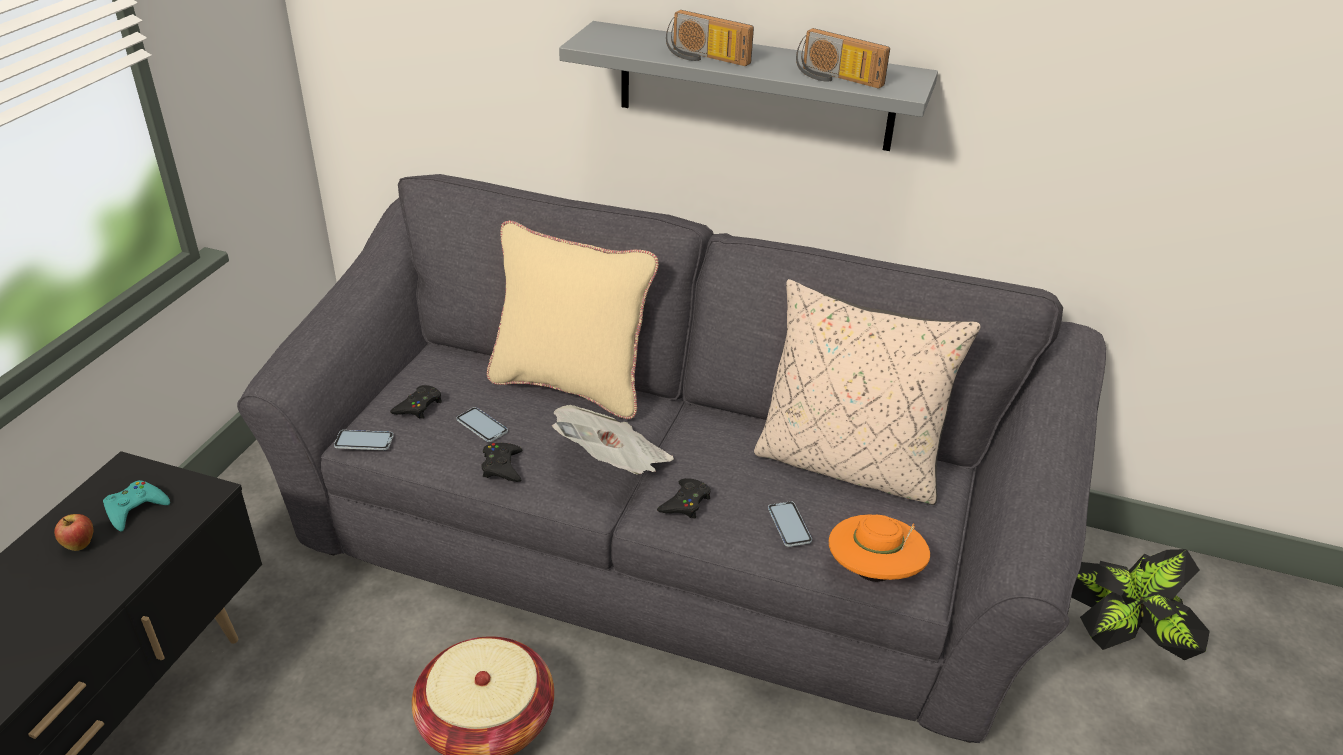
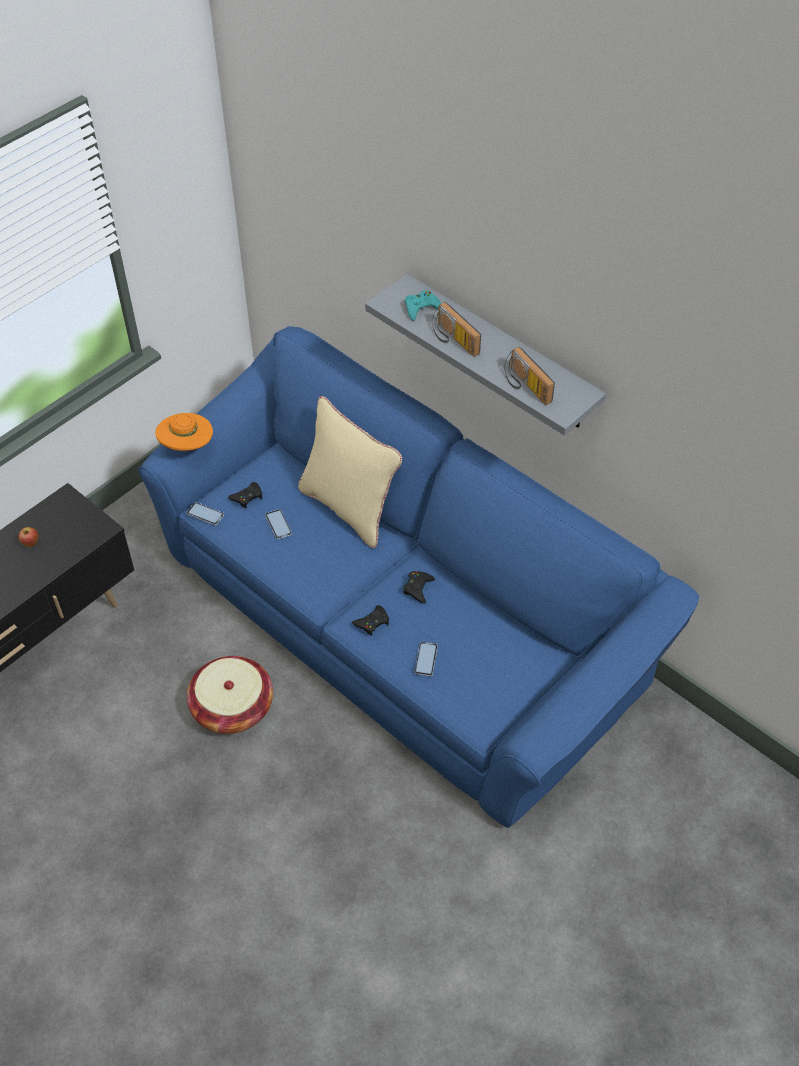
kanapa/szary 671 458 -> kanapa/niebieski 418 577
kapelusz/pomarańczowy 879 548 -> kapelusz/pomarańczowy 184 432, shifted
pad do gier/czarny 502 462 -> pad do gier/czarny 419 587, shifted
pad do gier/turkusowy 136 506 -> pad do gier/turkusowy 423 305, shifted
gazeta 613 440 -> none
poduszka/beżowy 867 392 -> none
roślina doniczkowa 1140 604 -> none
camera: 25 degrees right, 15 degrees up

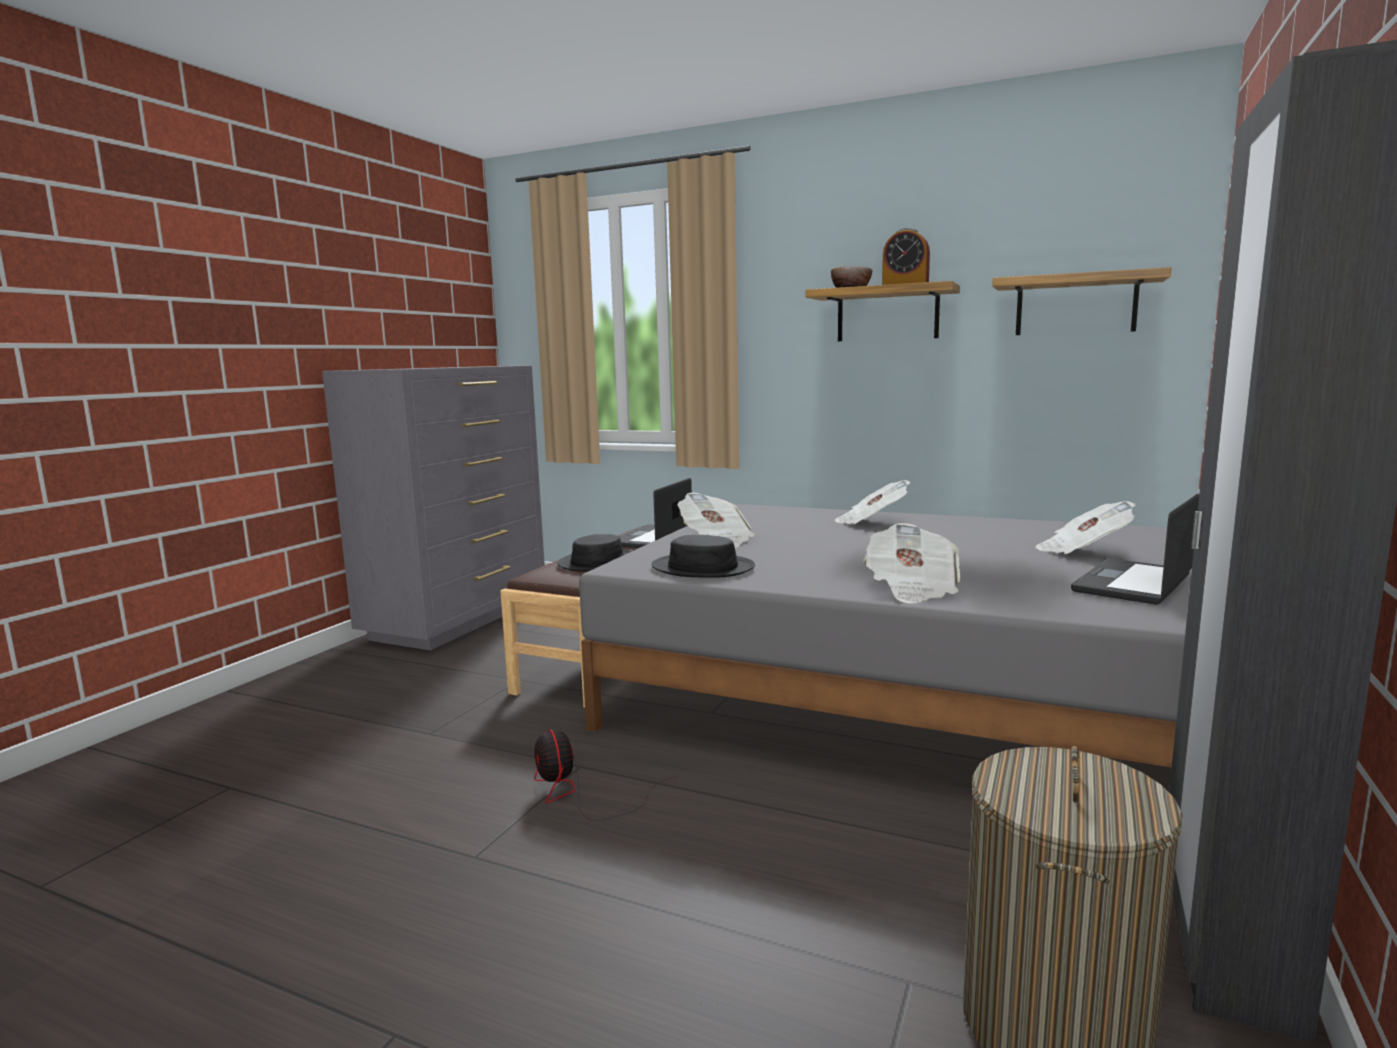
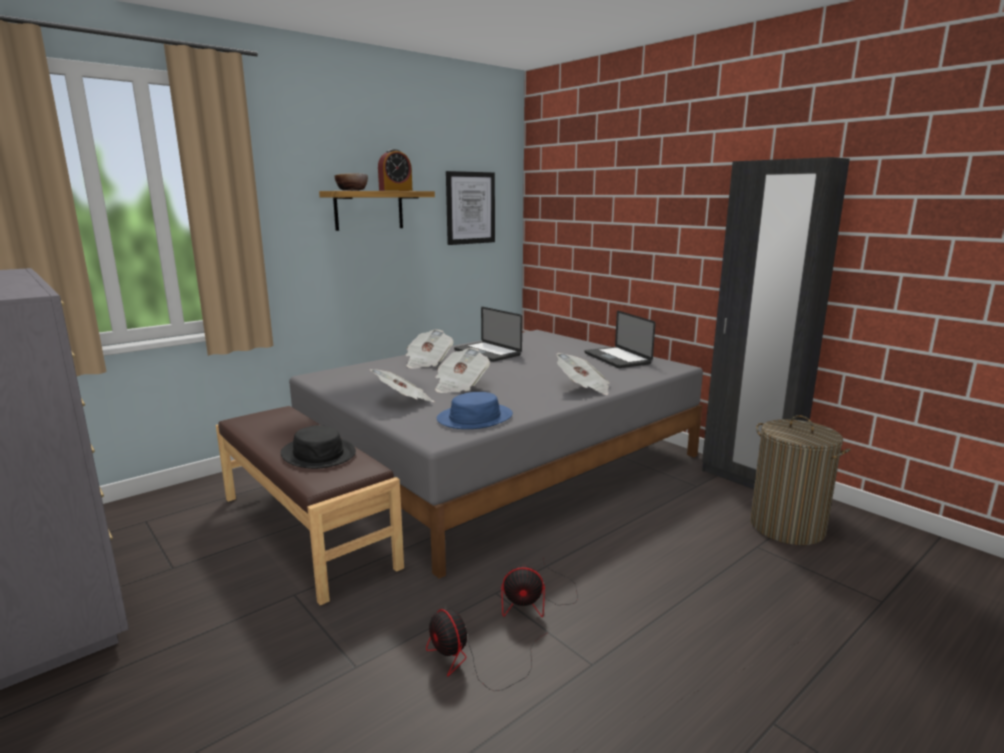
none -> wentylator 487 650
gazeta 1086 527 -> gazeta 462 370, shifted
kapelusz/czarny 703 556 -> kapelusz/niebieski 475 410
półka 1081 301 -> obraz 470 208
laptop 655 513 -> laptop 488 334, shifted
camera: 65 degrees left, 5 degrees up

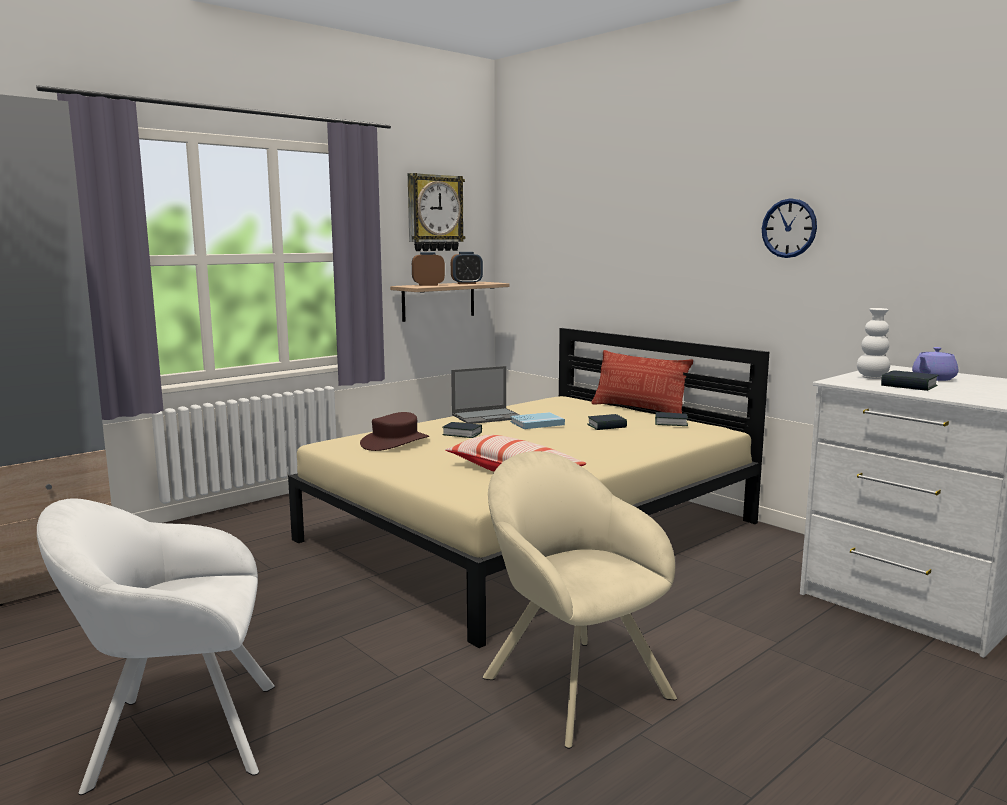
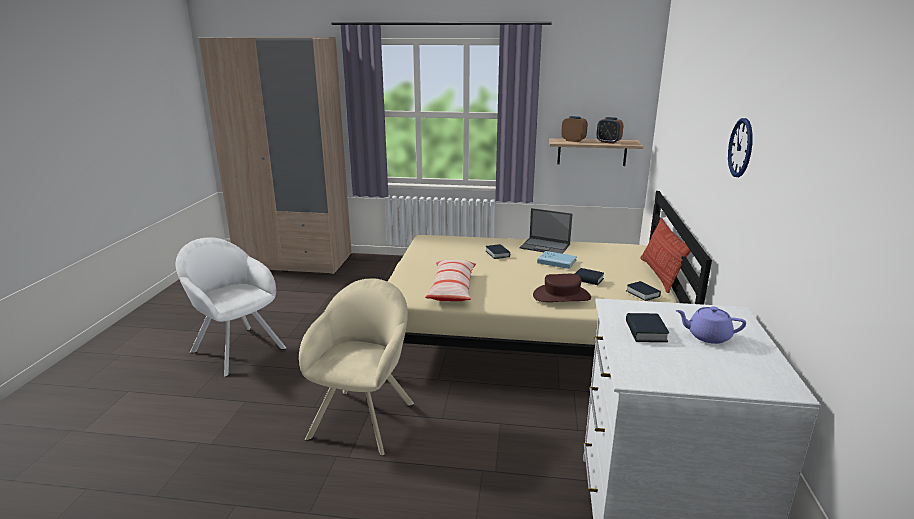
kapelusz/brązowy 394 431 -> kapelusz/brązowy 562 288, shifted
zegar ścienny 436 212 -> none
wazon/biały 873 343 -> none
camera: 50 degrees right, 10 degrees up

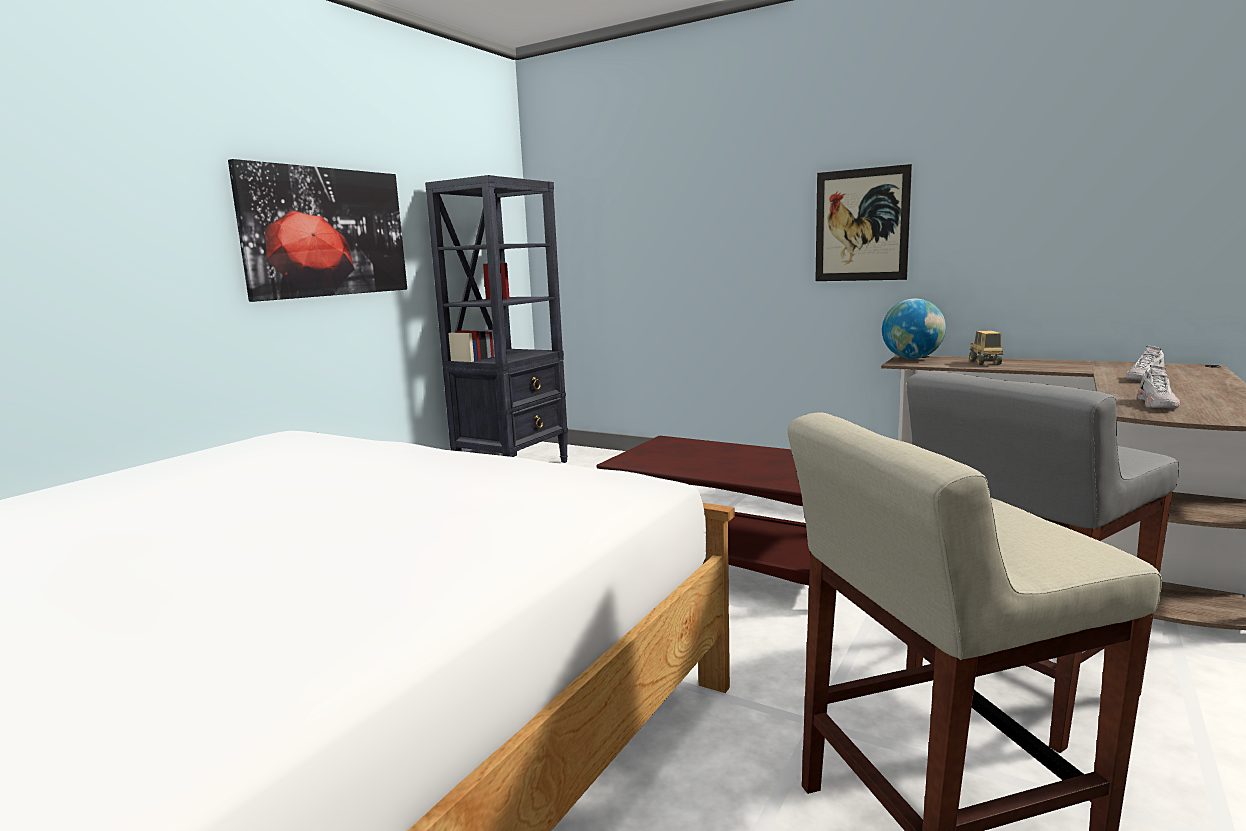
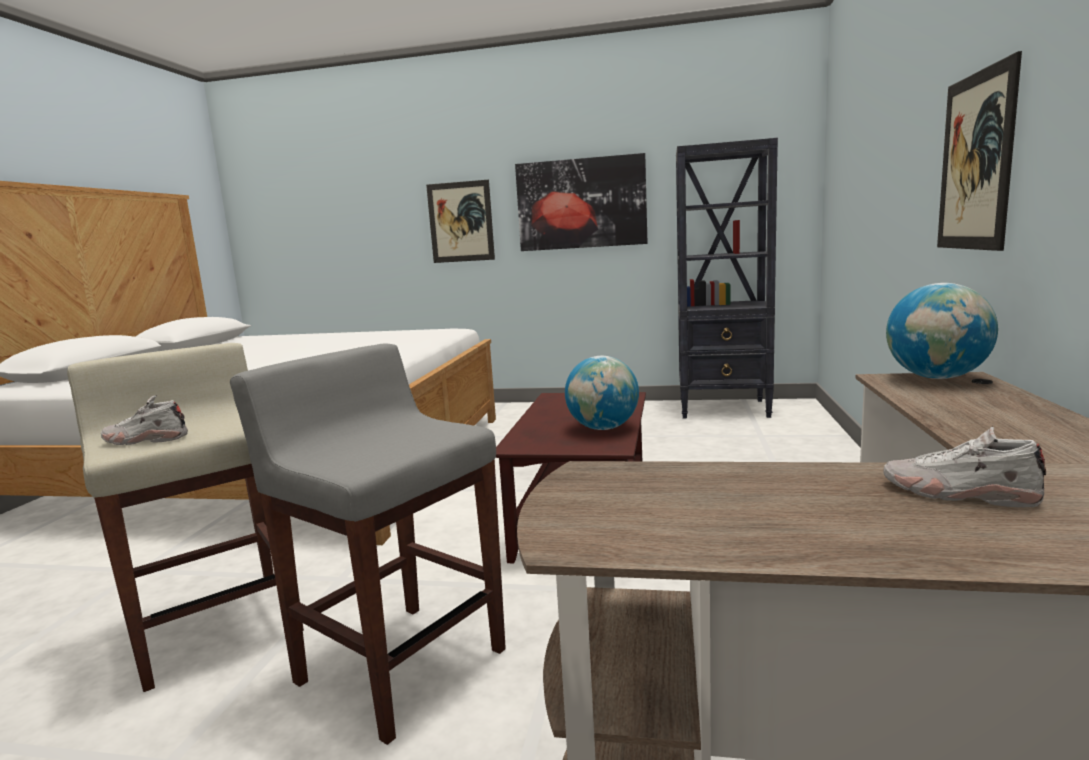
but/biały 1159 386 -> but/biały 144 420, shifted
none -> obraz 460 221
none -> globus 602 393
ciężarówka zabawkowa 986 348 -> none
camera: 70 degrees right, 0 degrees up

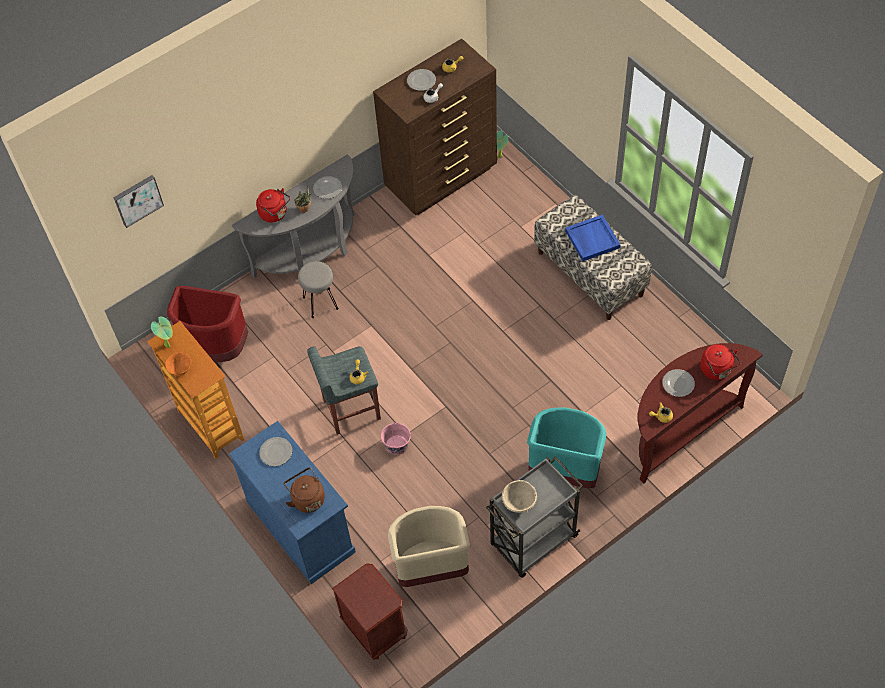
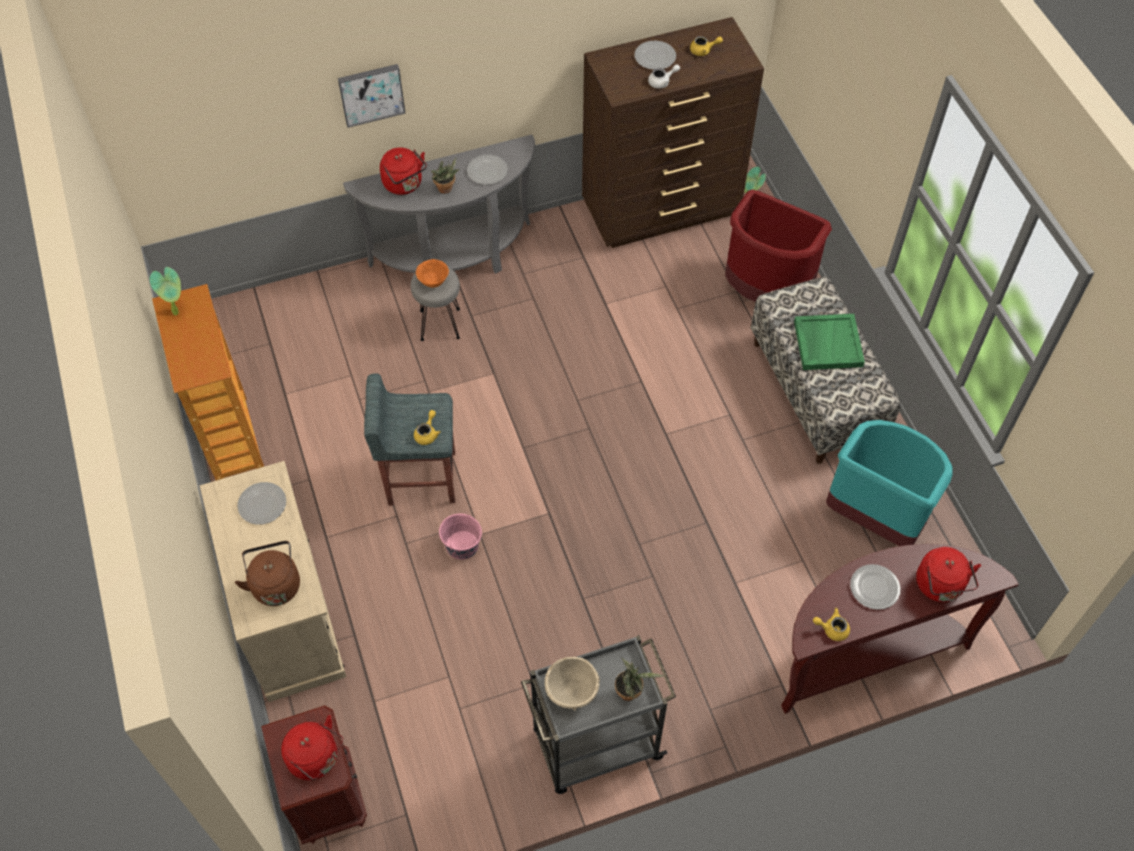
szafka/niebieski 292 502 -> szafka/beżowy 272 581
none -> czajnik/czerwony 312 747
obraz 138 201 -> obraz 371 96, shifted
miska/pomarańczowy 178 364 -> miska/pomarańczowy 432 273, shifted
none -> roślina doniczkowa 639 679
kosz na śmieci/czerwony 207 324 -> kosz na śmieci/czerwony 778 246, shifted
taca/niebieski 593 238 -> taca/zielony 829 342
kosz na śmieci/turkusowy 566 448 -> kosz na śmieci/turkusowy 889 483, shifted
kosz na śmieci/beżowy 429 546 -> none
camera: 15 degrees right, 0 degrees up

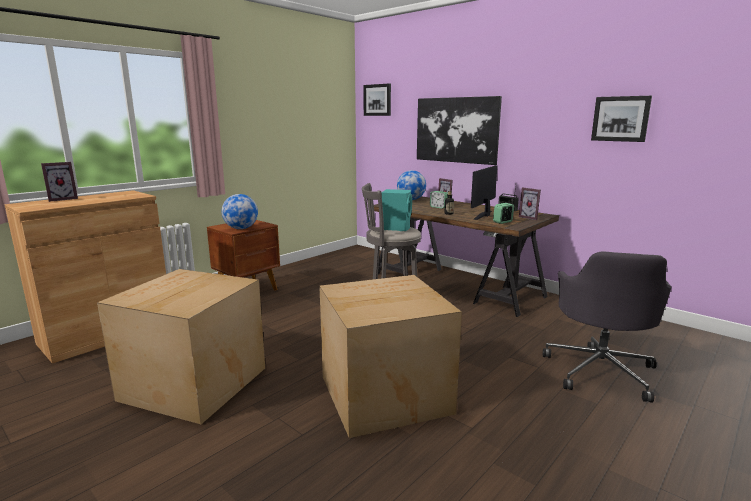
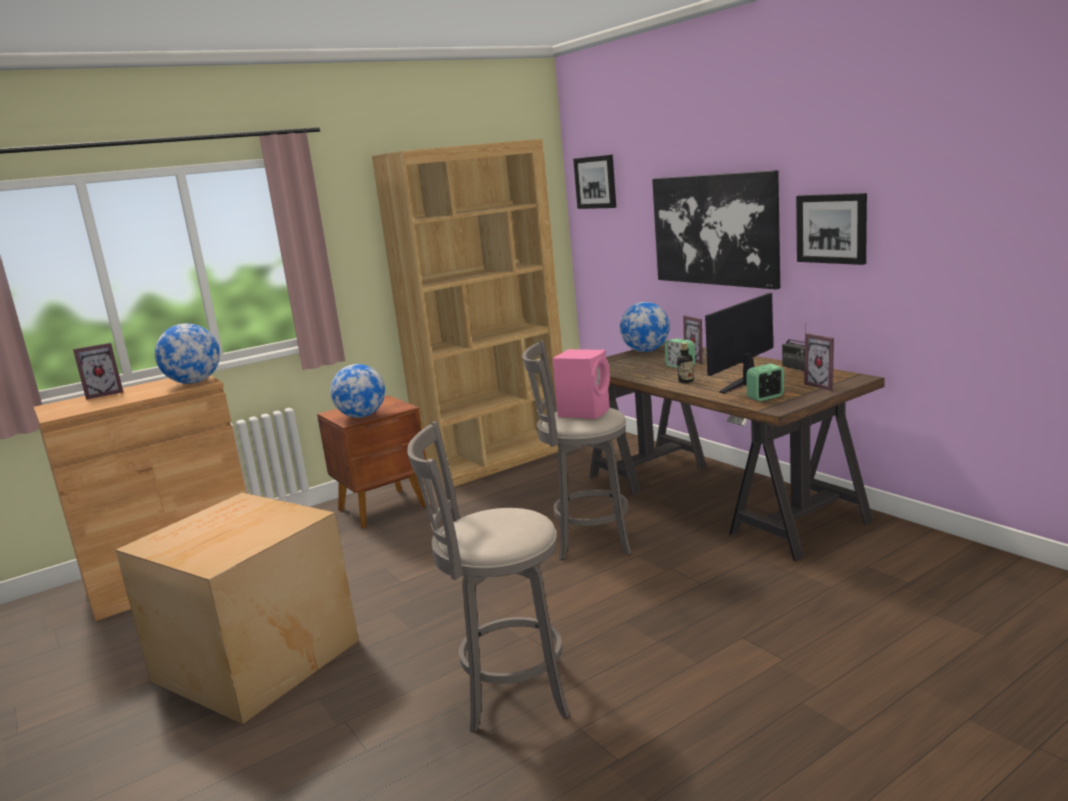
none -> globus 187 353
none -> regał/brązowy 467 313
karton 390 356 -> stołek/szary 488 576
głośnik/turkusowy 396 210 -> głośnik/różowy 581 384
obraz 621 119 -> obraz 831 229, shifted
krzesło biurowe/szary 607 327 -> none
camera: 15 degrees right, 0 degrees up

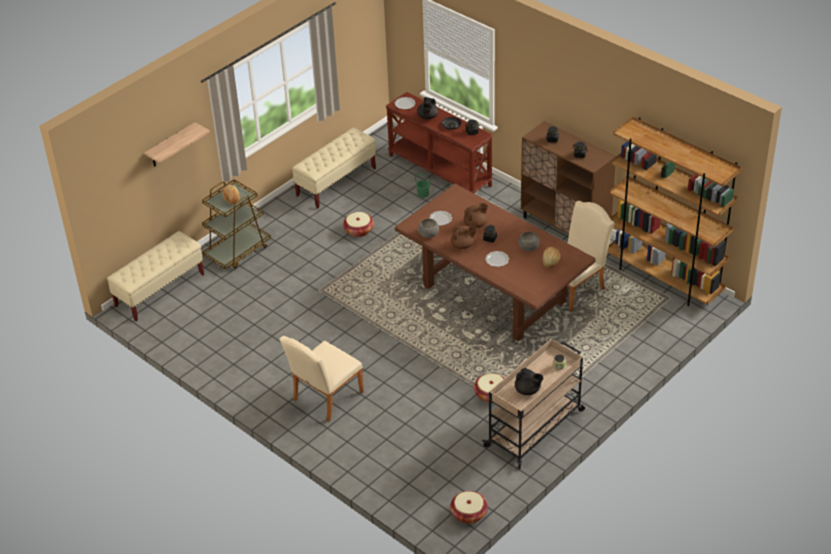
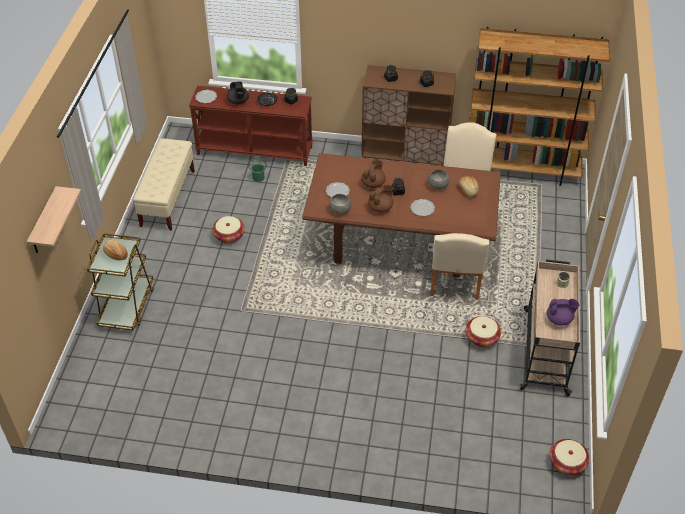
krzesło/beżowy 321 379 -> krzesło/beżowy 460 266, shifted
imbryk/czarny 529 381 -> imbryk/fioletowy 563 312
ławka/beżowy 155 276 -> none
camera: 35 degrees left, 5 degrees up

